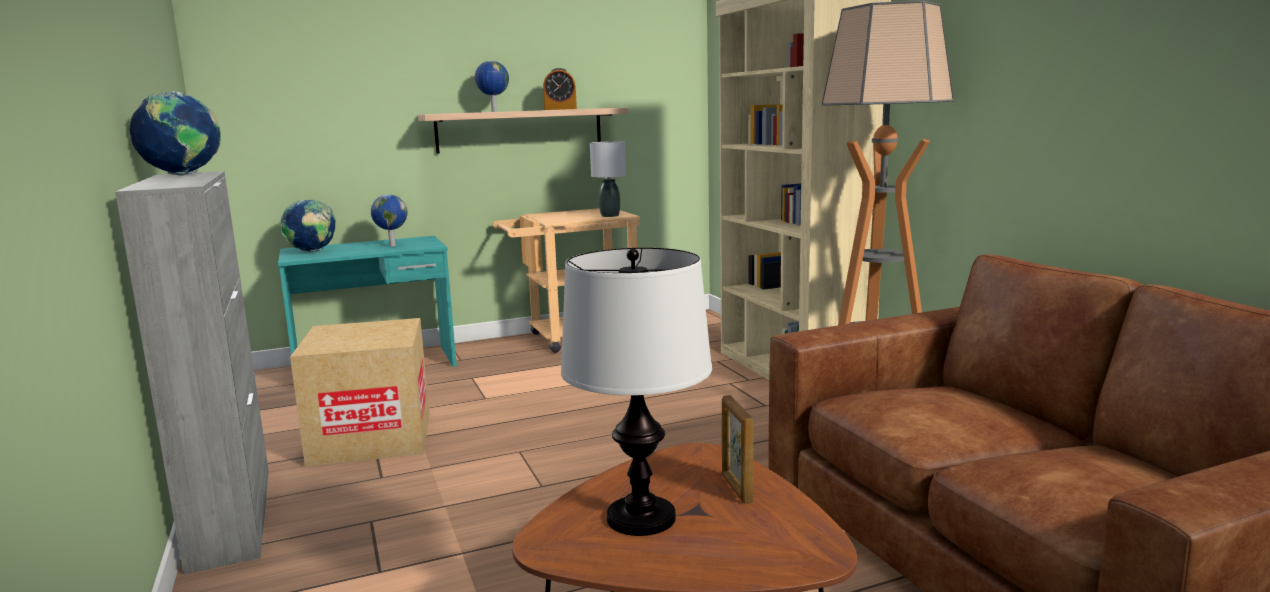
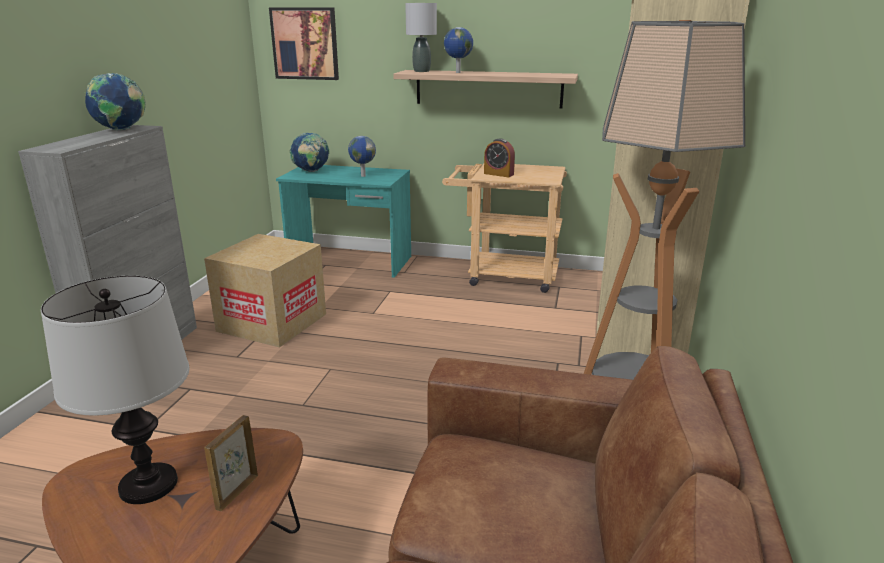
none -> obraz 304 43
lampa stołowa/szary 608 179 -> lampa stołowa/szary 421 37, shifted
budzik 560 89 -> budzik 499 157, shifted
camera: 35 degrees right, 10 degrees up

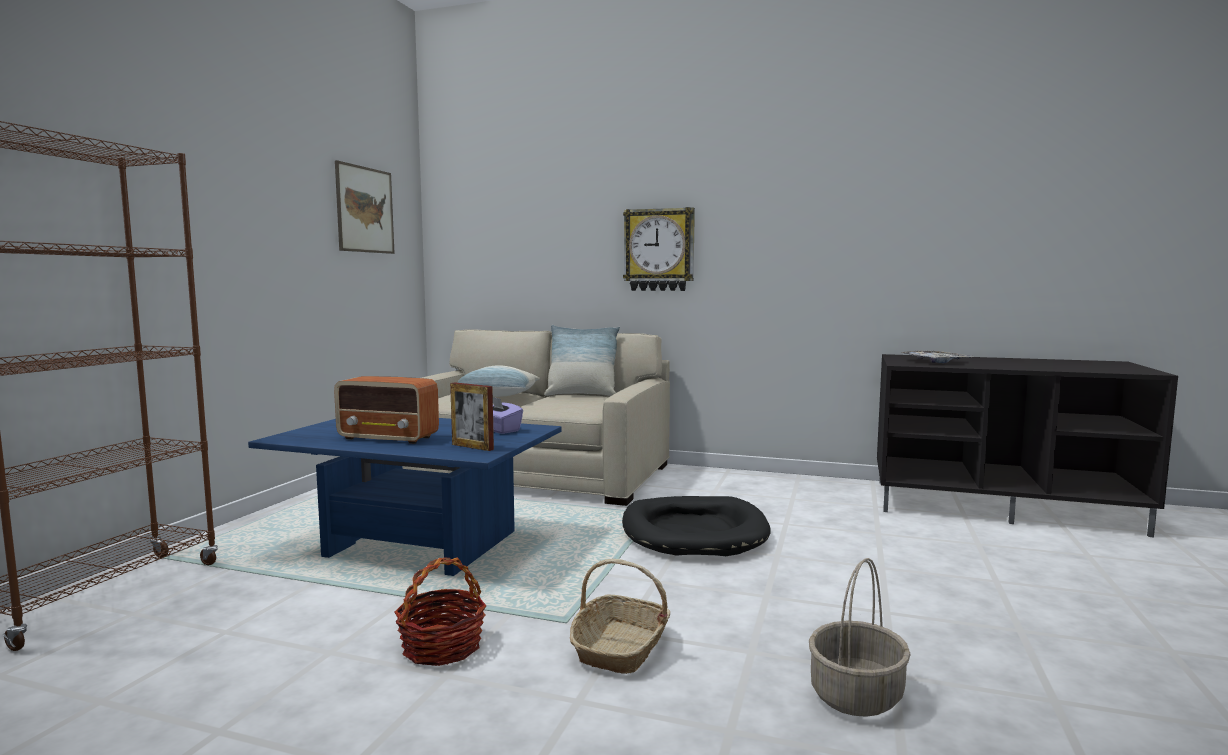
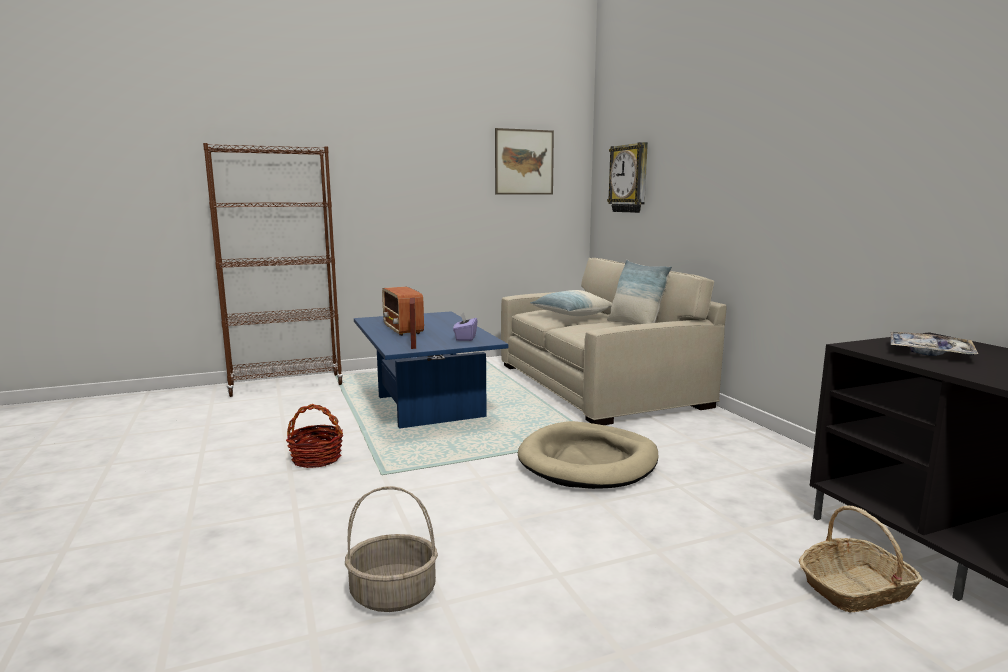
legowisko/czarny 696 526 -> legowisko/beżowy 588 455
zegar ścienny 659 249 -> zegar ścienny 627 177, shifted
koszyk 620 616 -> koszyk 860 559, shifted
camera: 50 degrees right, 5 degrees up

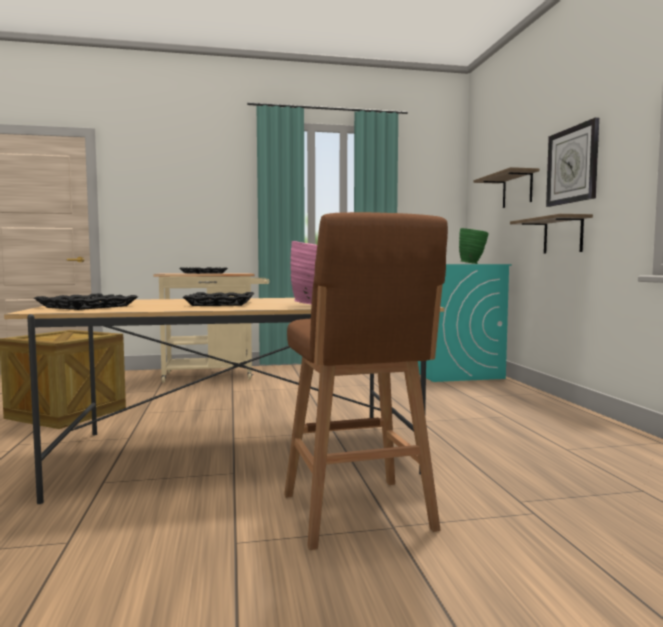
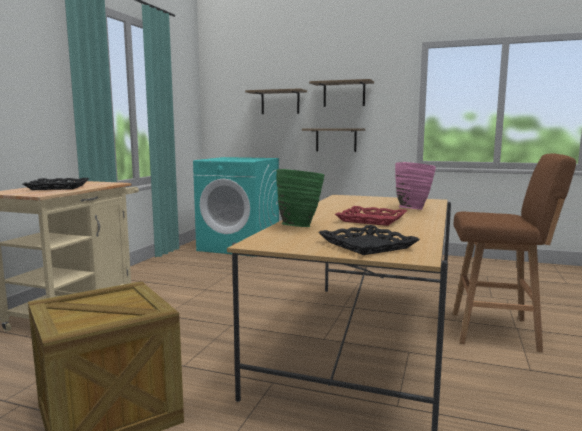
wazon/zielony 474 246 -> wazon/zielony 300 198, shifted
zegar ścienny 572 162 -> półka 341 93
taca/czarny 218 299 -> taca/czerwony 371 216
camera: 60 degrees left, 5 degrees up

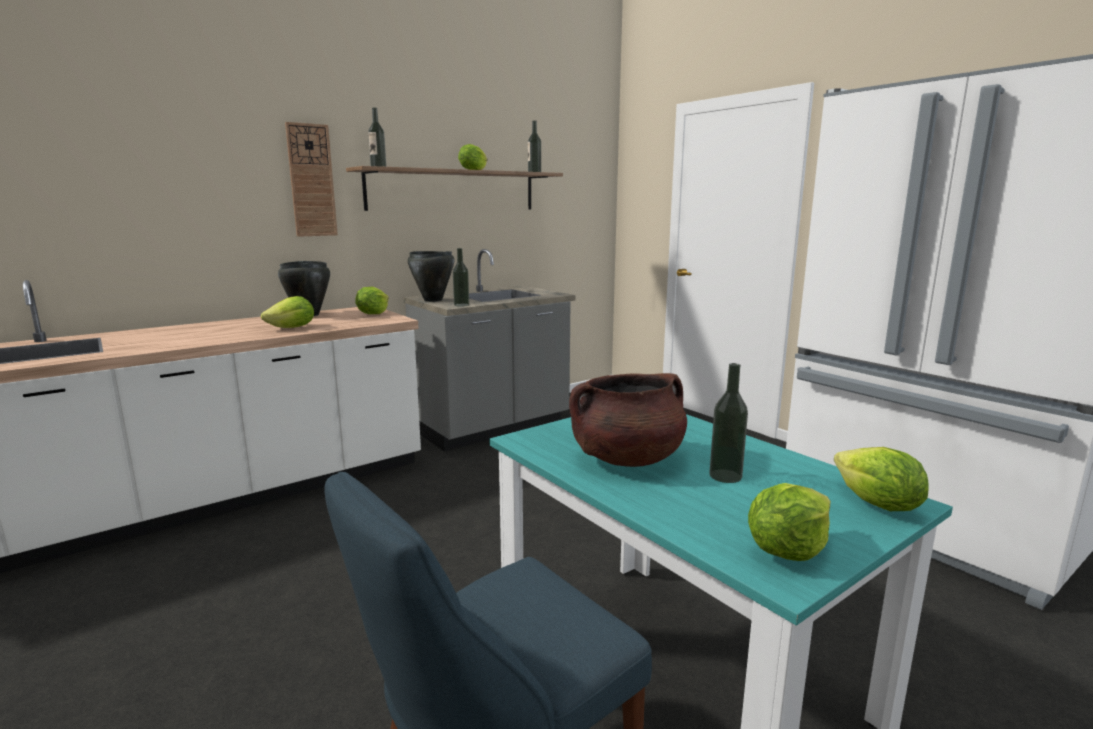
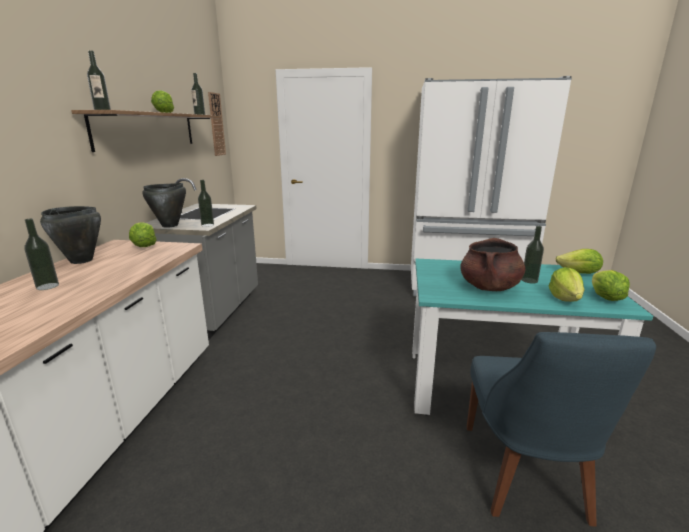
none -> butelka 41 254
zegar ścienny 311 179 -> zegar ścienny 217 124, shifted
sałata 287 312 -> sałata 567 284, shifted
camera: 45 degrees left, 5 degrees up

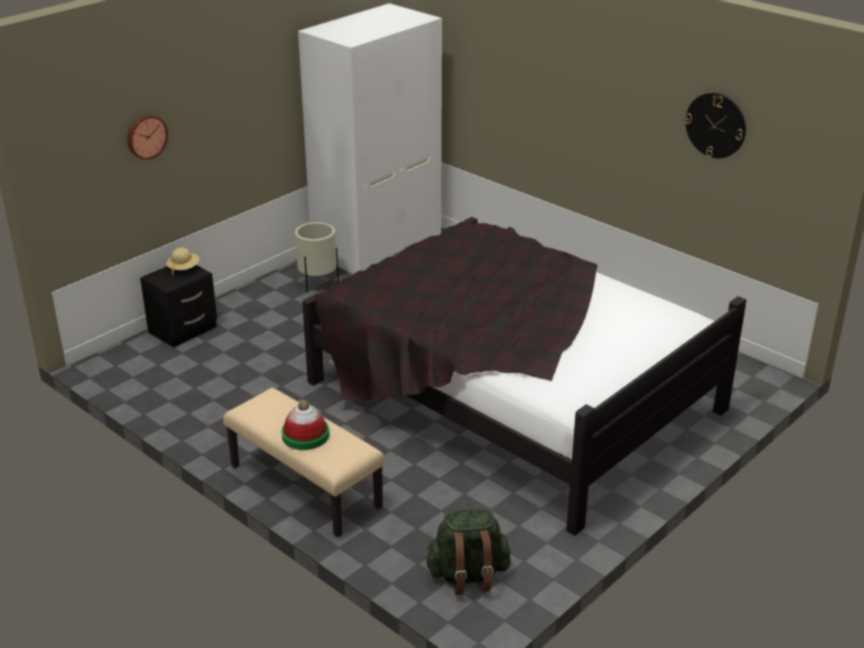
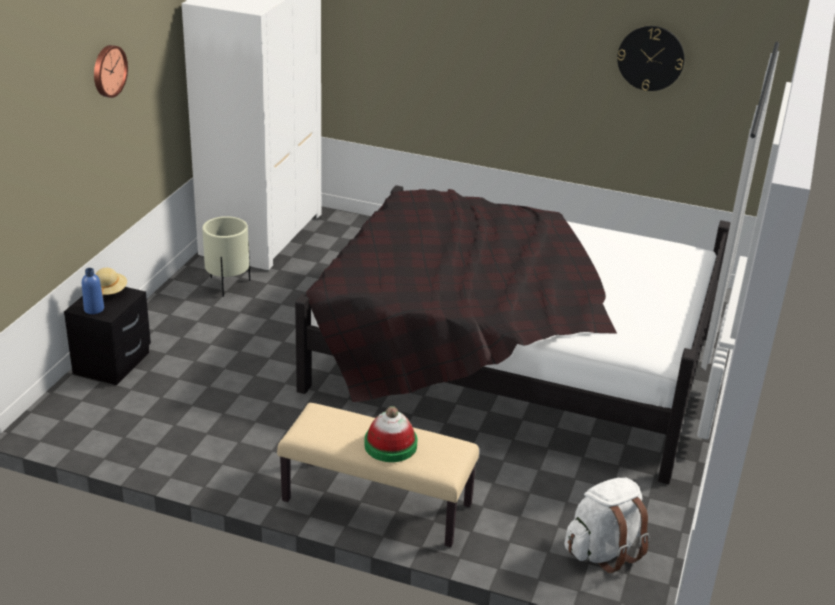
none -> butelka/niebieski 93 291
zegar ścienny 147 137 -> zegar ścienny 111 71, shifted
plecak/zielony 467 552 -> plecak/biały 607 525
camera: 25 degrees left, 0 degrees up

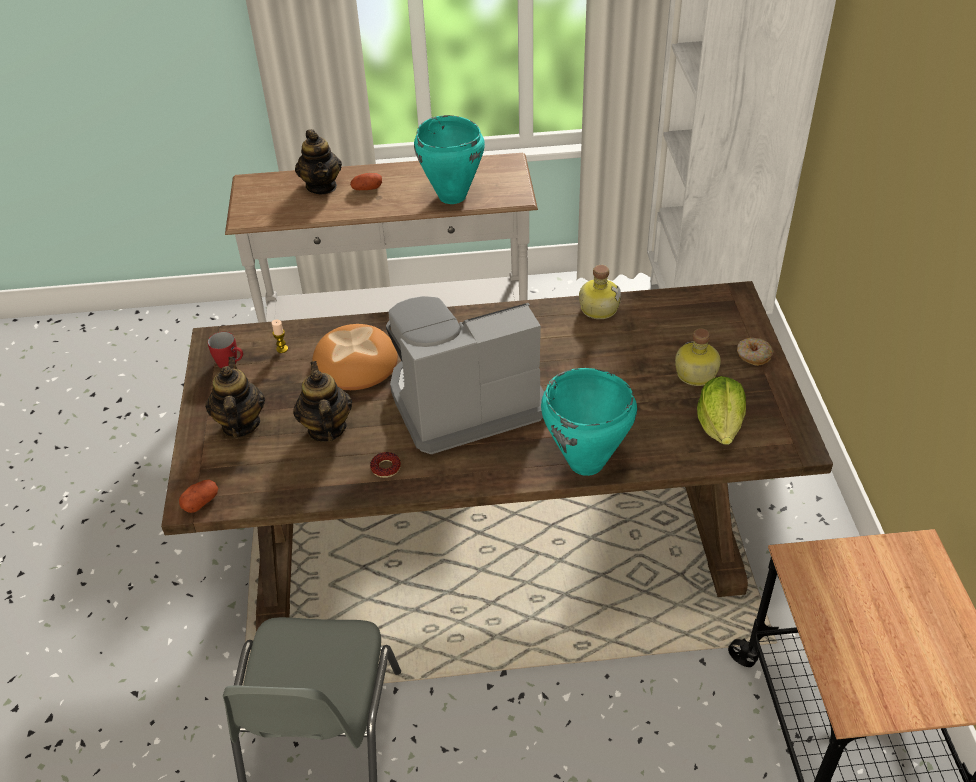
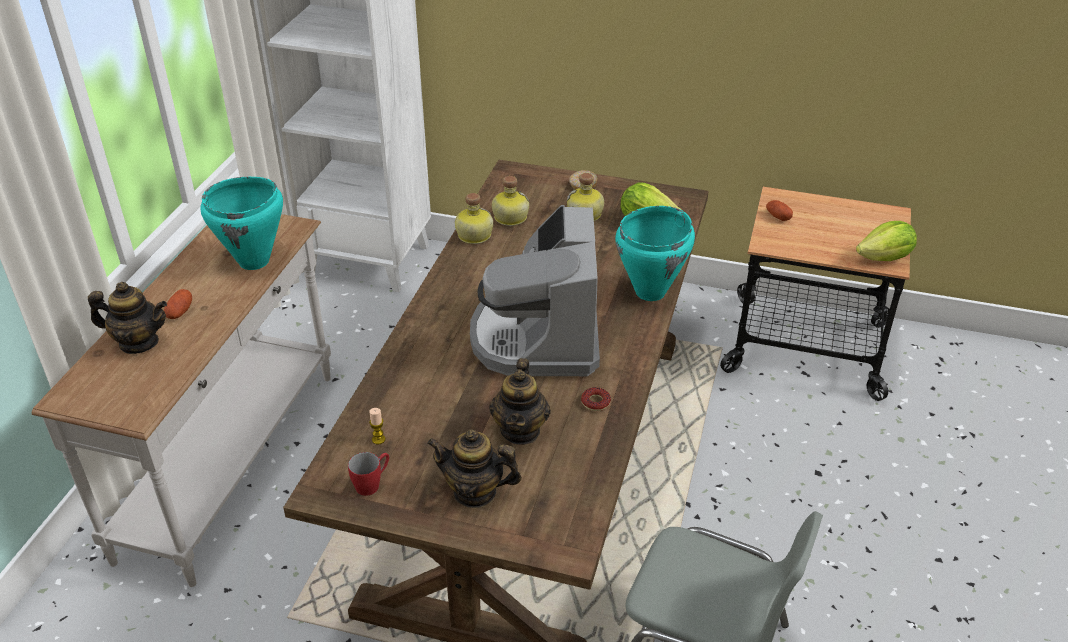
imbryk 322 401 -> imbryk 520 401, 90 degrees counterclockwise
none -> butelka 511 201
ziemniak 198 496 -> ziemniak 779 210, shifted
none -> sałata 886 241
chleb 355 357 -> none
camera: 70 degrees left, 5 degrees down

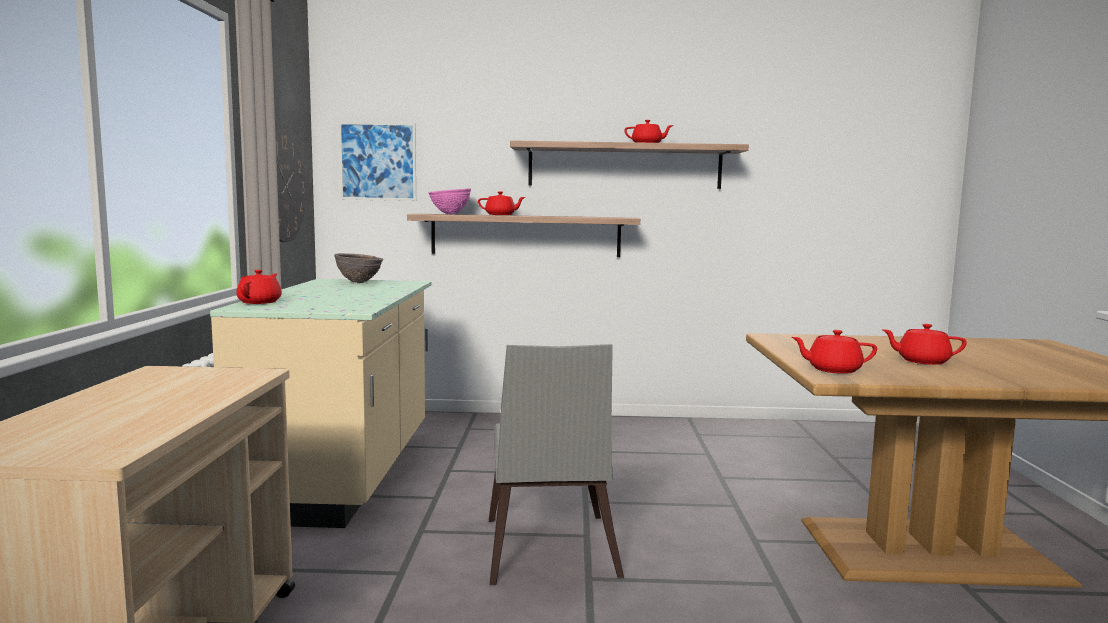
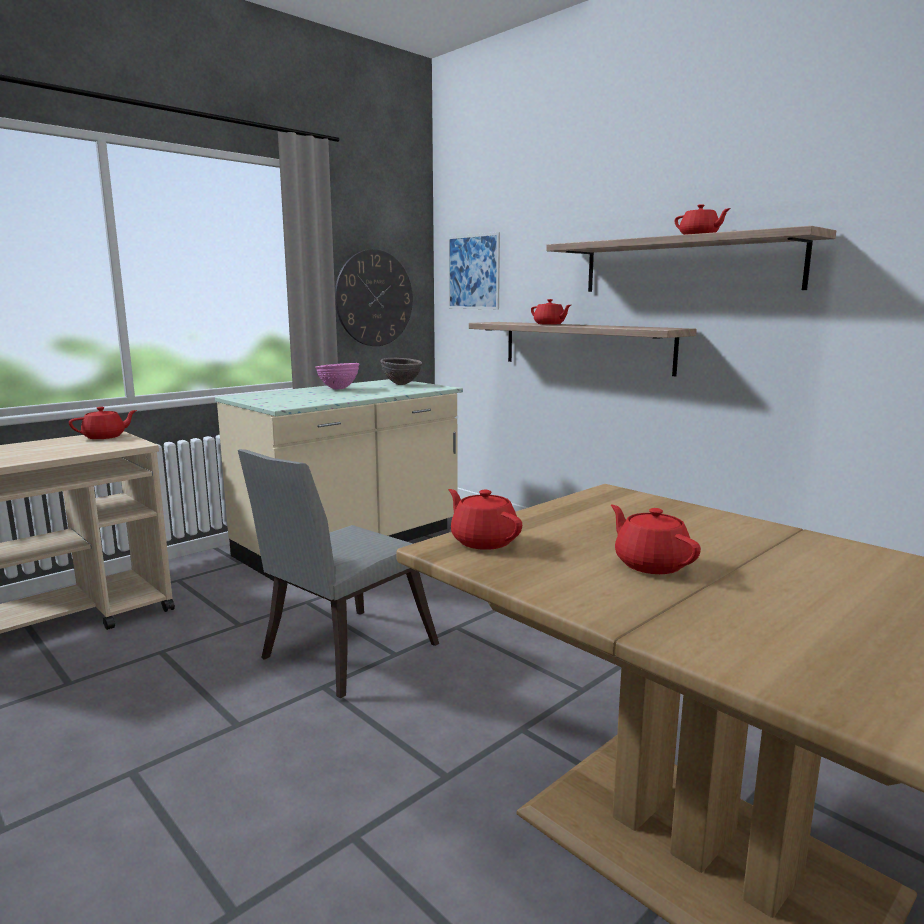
imbryk/czerwony 259 287 -> imbryk/czerwony 103 423, shifted
miska/różowy 449 201 -> miska/różowy 337 376, shifted
camera: 45 degrees right, 5 degrees up

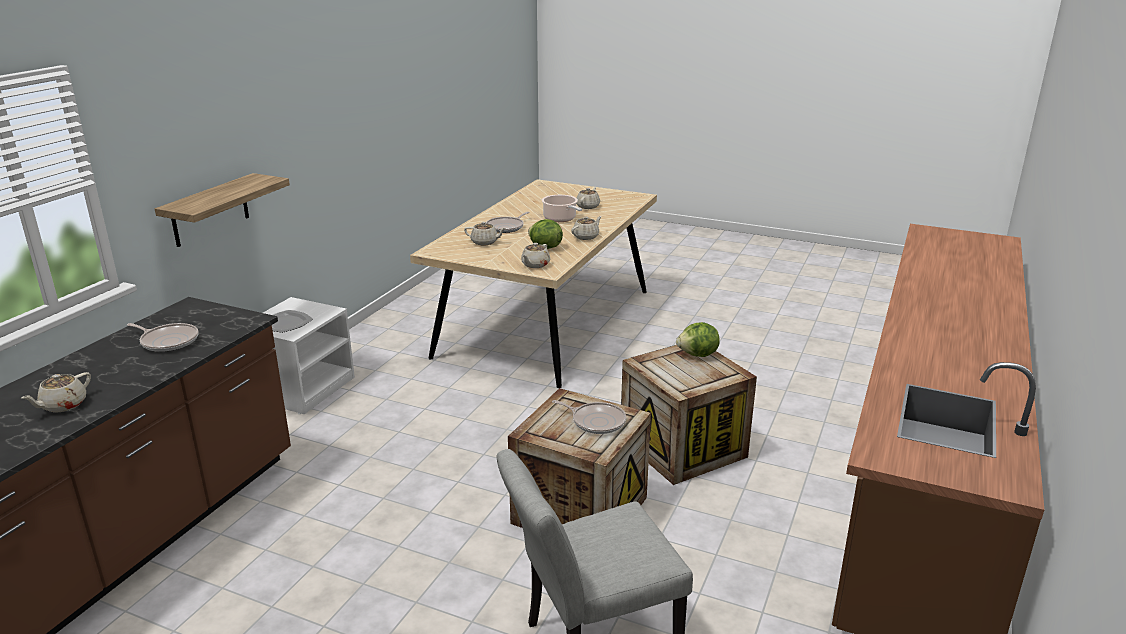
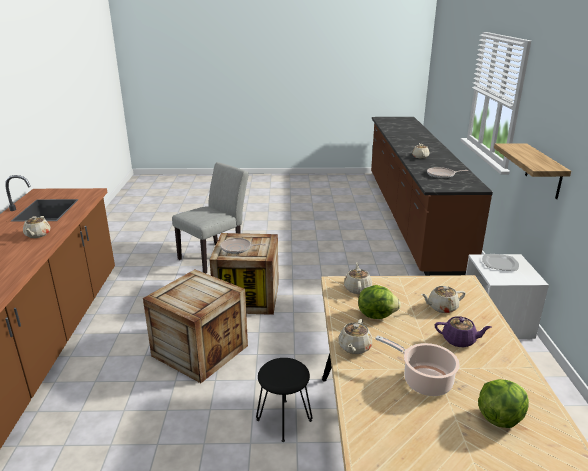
imbryk/beżowy 588 198 -> imbryk/beżowy 37 227, shifted
none -> stołek/czarny 284 400
patelnia 507 222 -> imbryk/fioletowy 463 331
sałata 698 339 -> sałata 503 403, shifted
camera: 155 degrees right, 0 degrees up

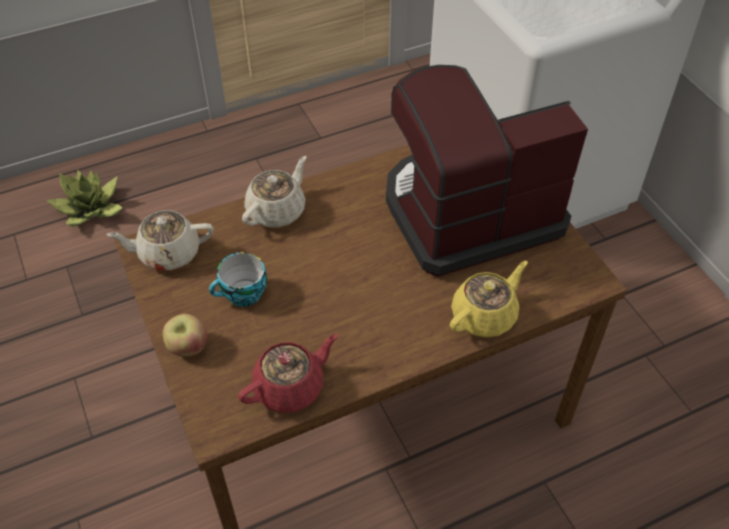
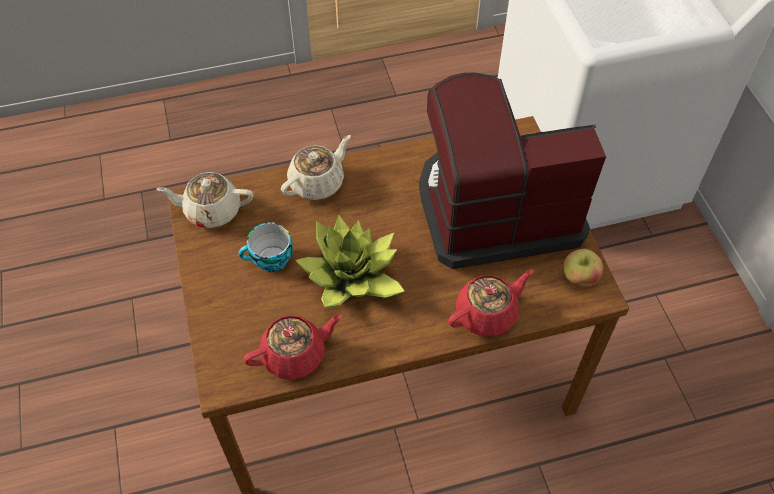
roślina doniczkowa 84 198 -> roślina doniczkowa 349 261, shifted
imbryk/żółty 489 299 -> imbryk/czerwony 491 303
jabłko 185 335 -> jabłko 583 268, shifted
camera: 10 degrees right, 5 degrees up

